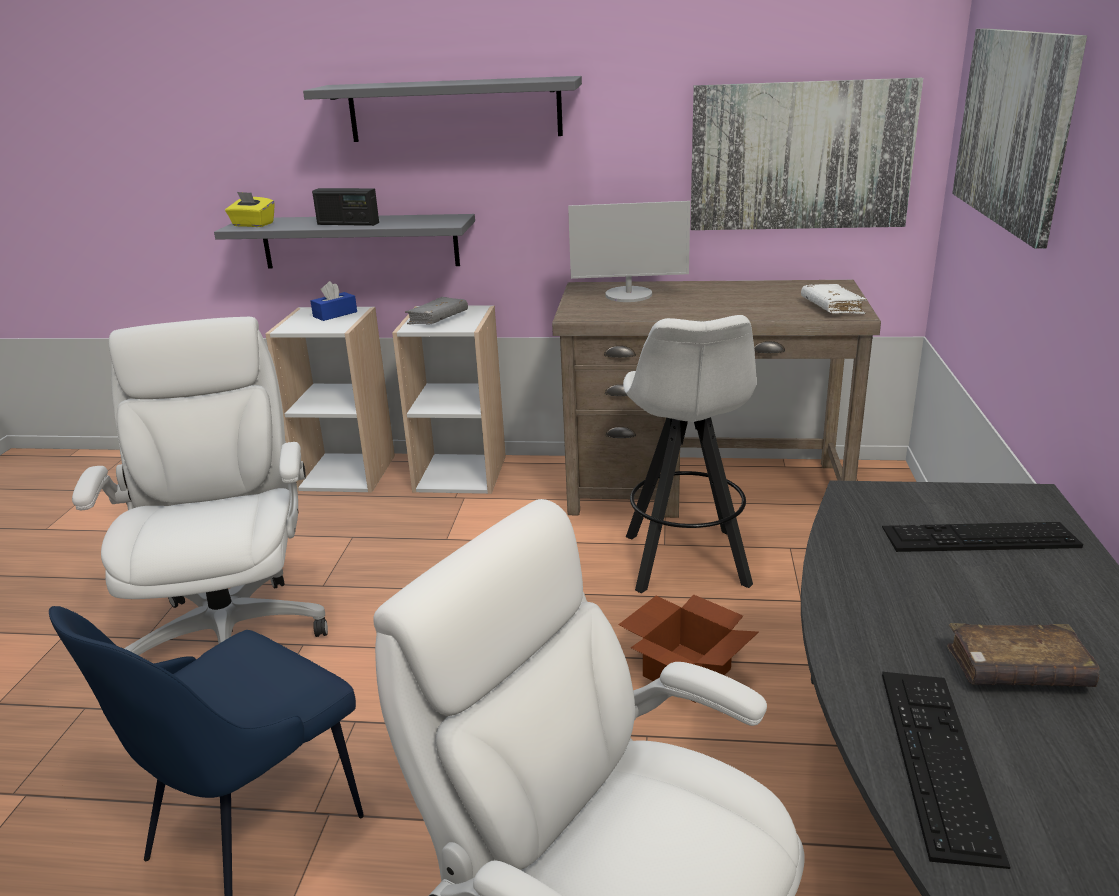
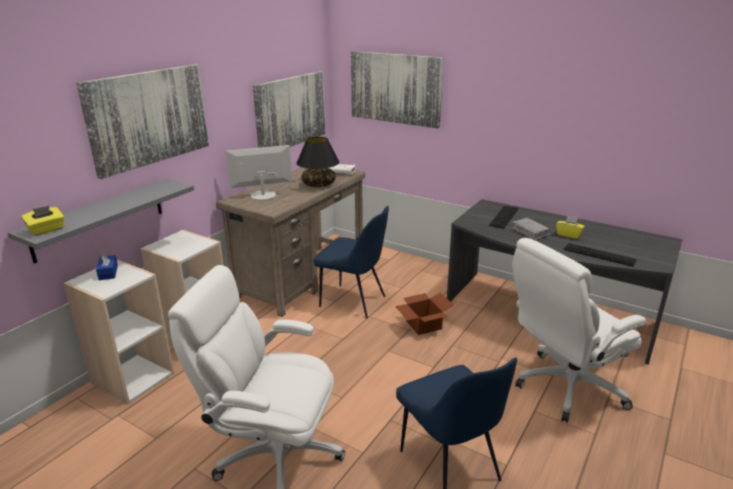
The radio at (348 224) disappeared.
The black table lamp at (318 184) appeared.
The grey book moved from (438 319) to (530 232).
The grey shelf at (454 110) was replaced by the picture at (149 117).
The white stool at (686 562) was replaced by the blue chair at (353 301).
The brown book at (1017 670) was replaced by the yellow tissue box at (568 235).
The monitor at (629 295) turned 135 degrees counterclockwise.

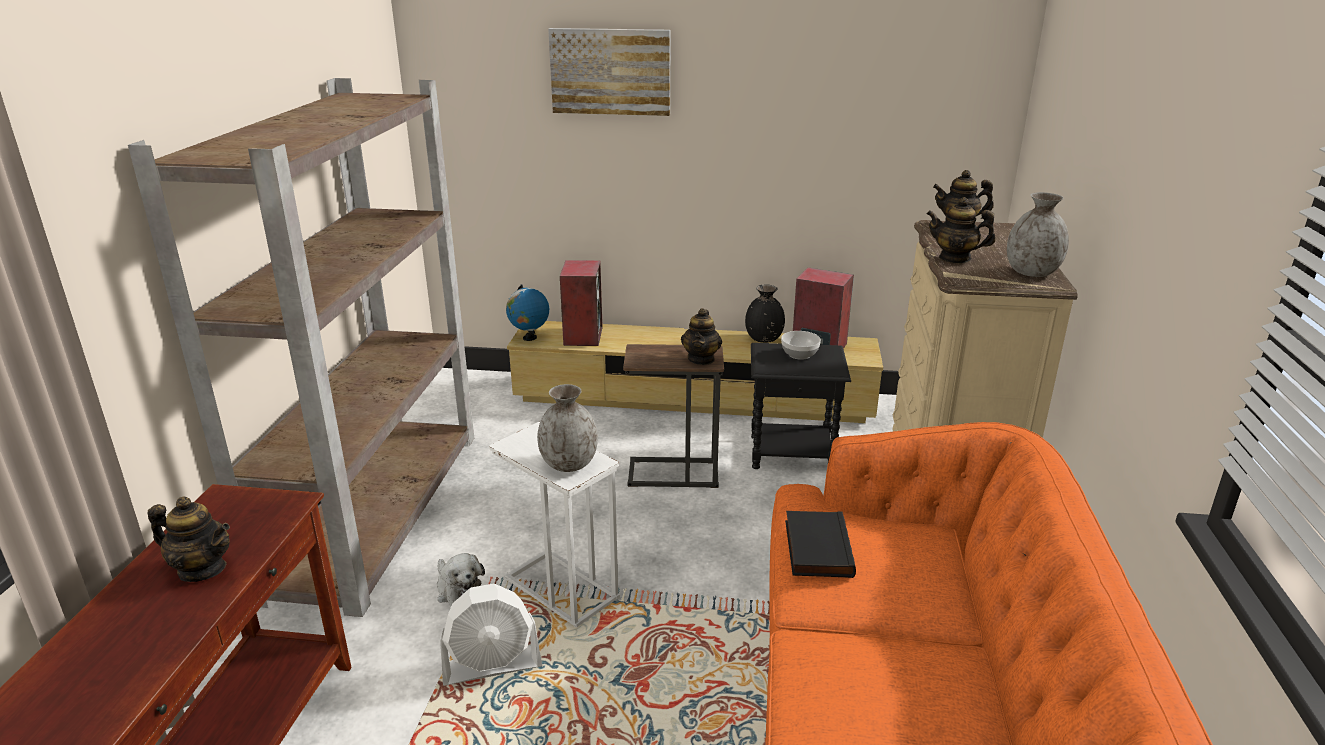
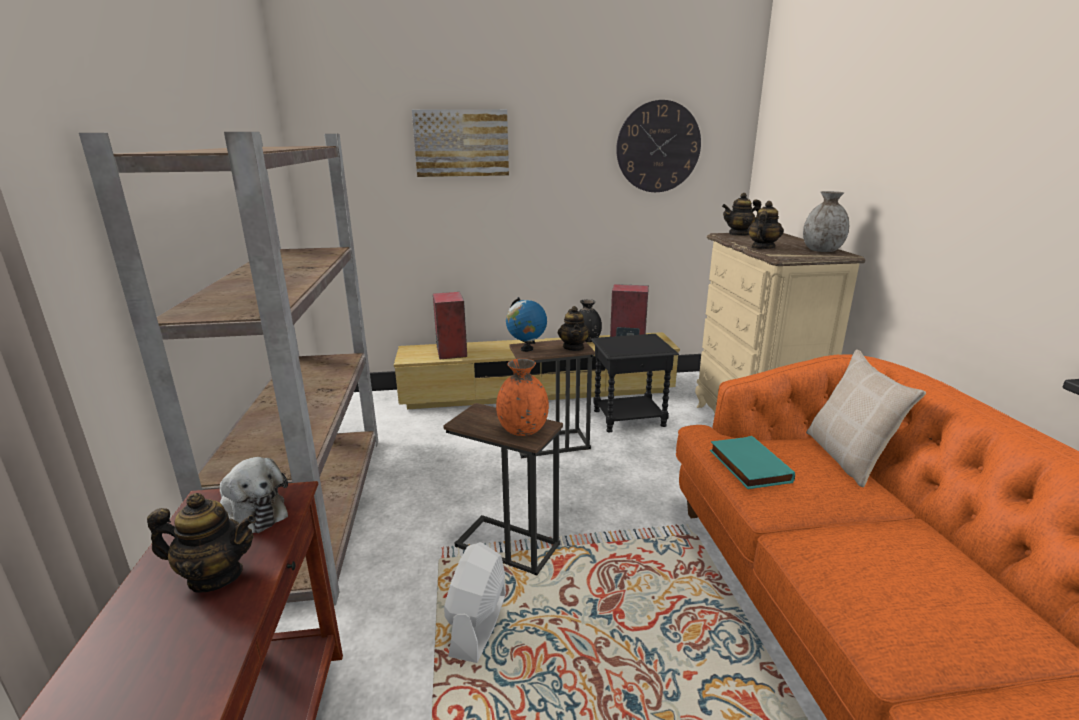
The bowl at (799 355) disappeared.
The wall clock at (658 147) appeared.
The beige pillow at (848 458) appeared.
The plush toy moved from (458 589) to (251 513).
The globe moved from (529 338) to (526 349).
The white side table at (562 588) became the brown side table at (508 545).
The grey vase at (568 464) became the orange vase at (522 430).
The black book at (815 548) became the turquoise book at (747 466).
The white fan at (492 666) turned 135 degrees clockwise.
The teapot at (955 258) turned 120 degrees clockwise.

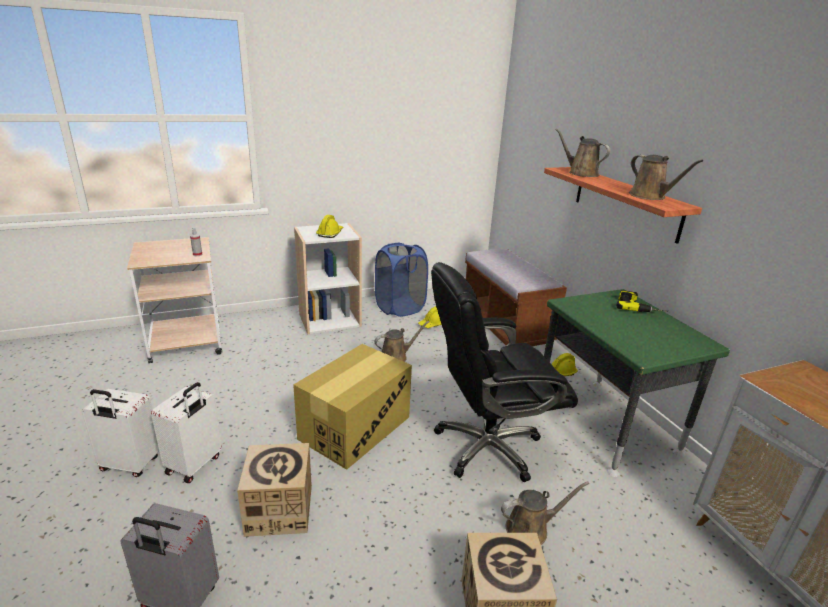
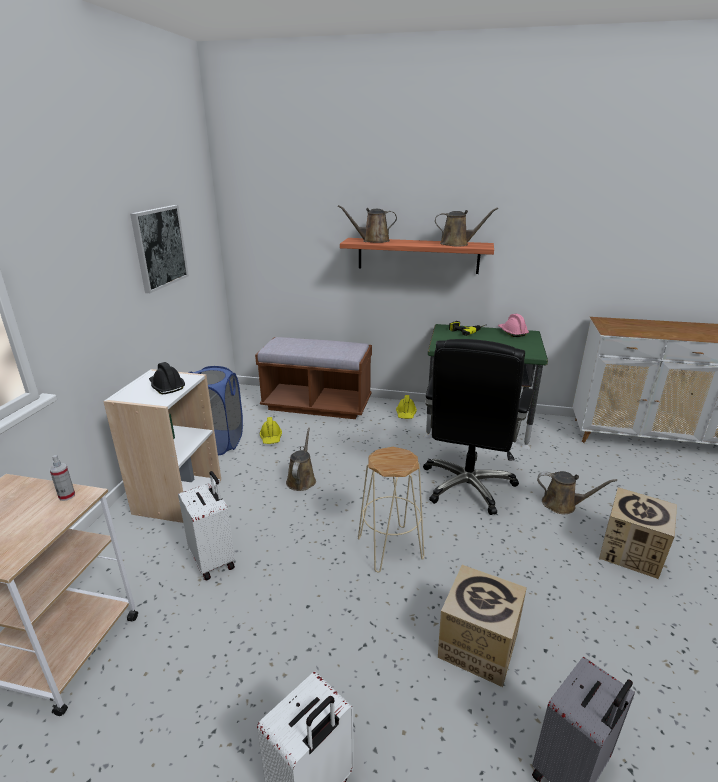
The picture at (159 247) appeared.
The pink hard hat at (512 332) appeared.
The white suitcase moved from (195 465) to (214 560).
The cardboard box at (355 427) was replaced by the beige stool at (390 548).
The yellow hard hat at (330 233) became the black hard hat at (166 386).
The brown watering can at (531 528) turned 90 degrees clockwise.

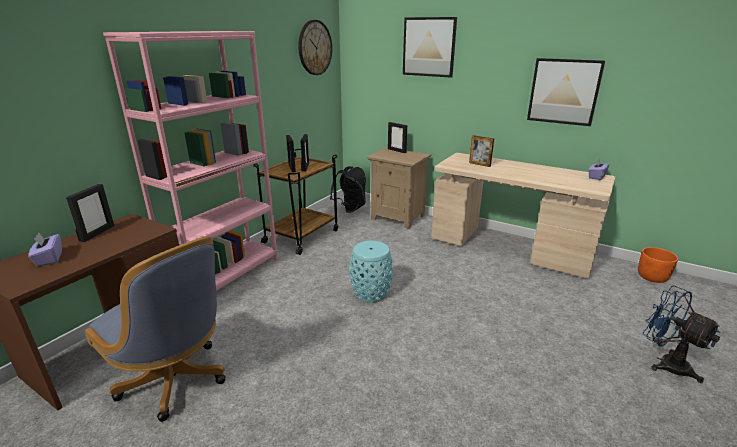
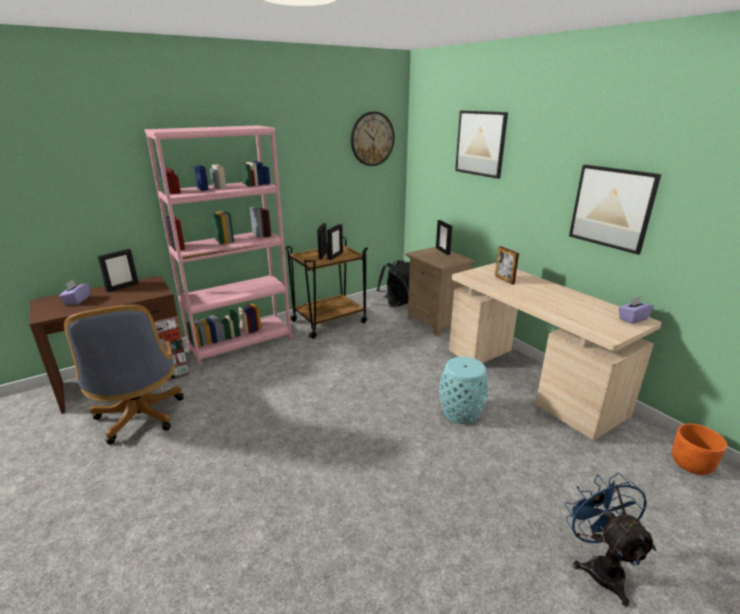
The turquoise stool moved from (370 293) to (460 413).

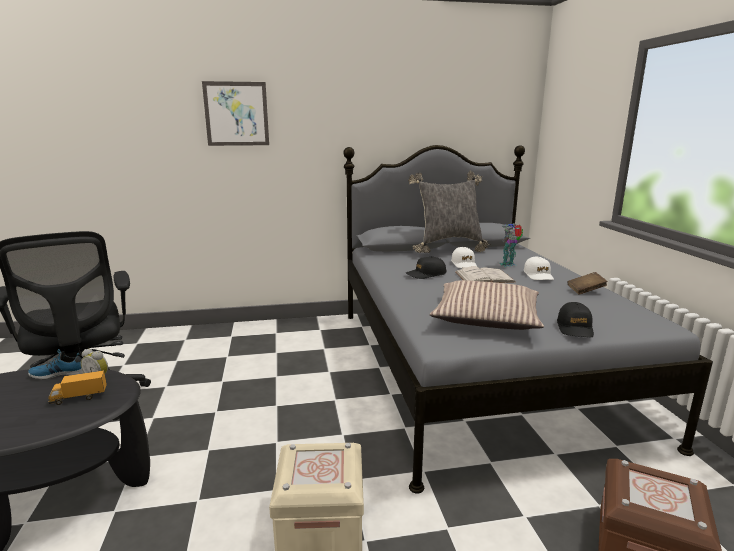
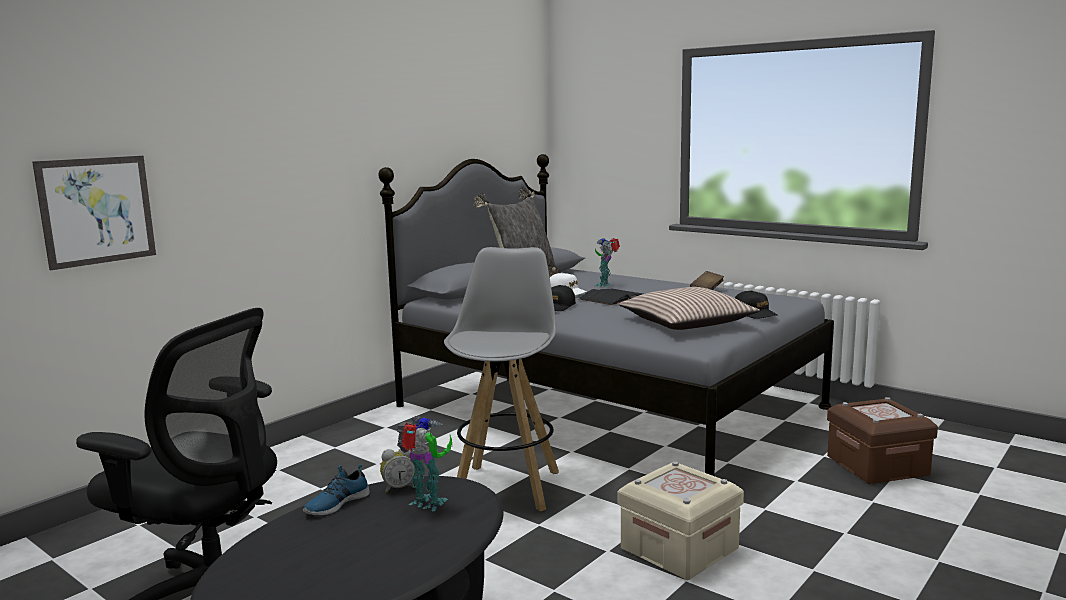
The white cap at (538 275) disappeared.
The grey stool at (508 486) appeared.
The picture moved from (236 114) to (97 210).
The toy truck at (79 398) was replaced by the toy robot at (427 504).
The white book at (484 277) became the black book at (612 297).

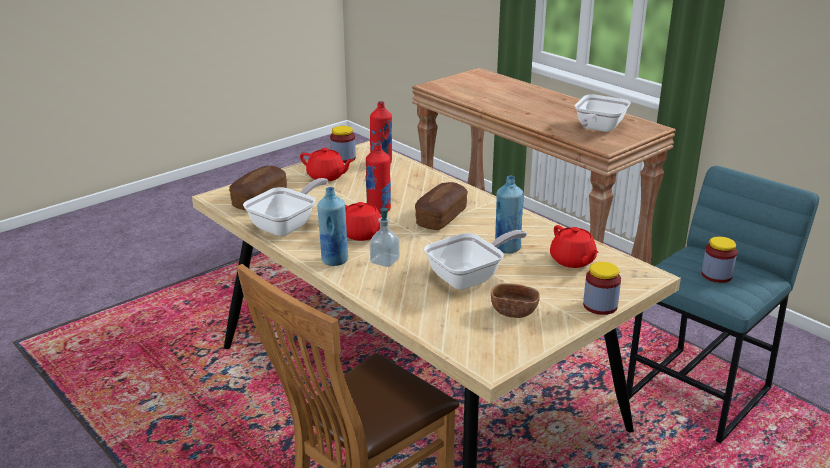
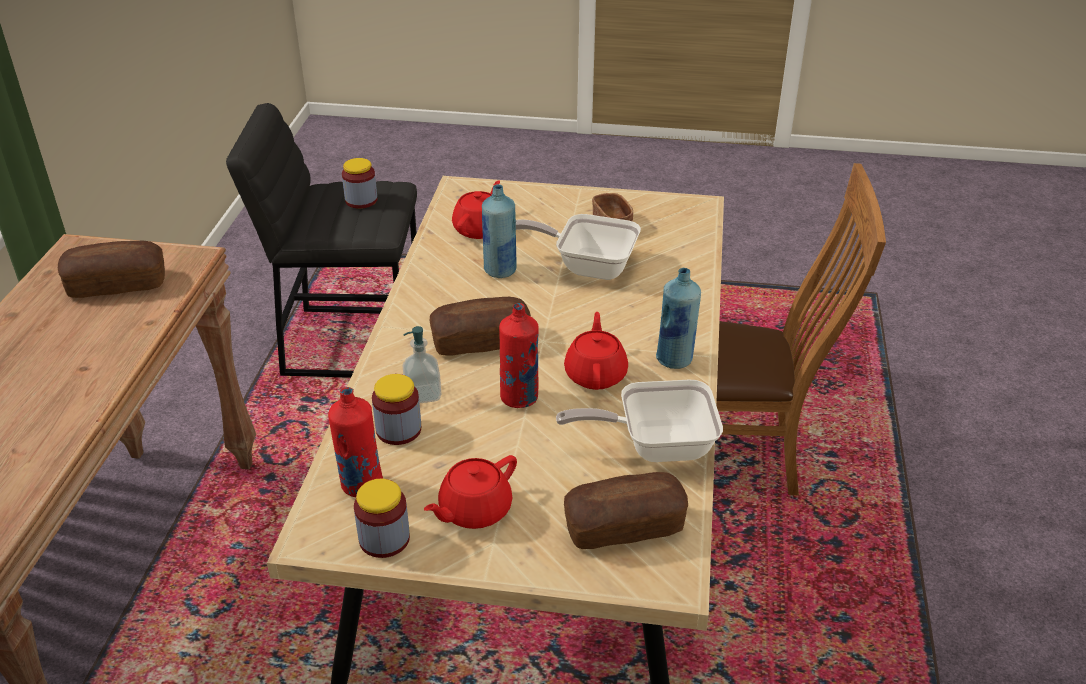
The soap dispenser moved from (384 261) to (423 394).
The jar moved from (600 306) to (398 430).
The frying pan at (597 129) was replaced by the bread at (117 284).
The blue stool at (699 392) became the black stool at (349 343).
The red teapot at (326 176) turned 120 degrees counterclockwise.

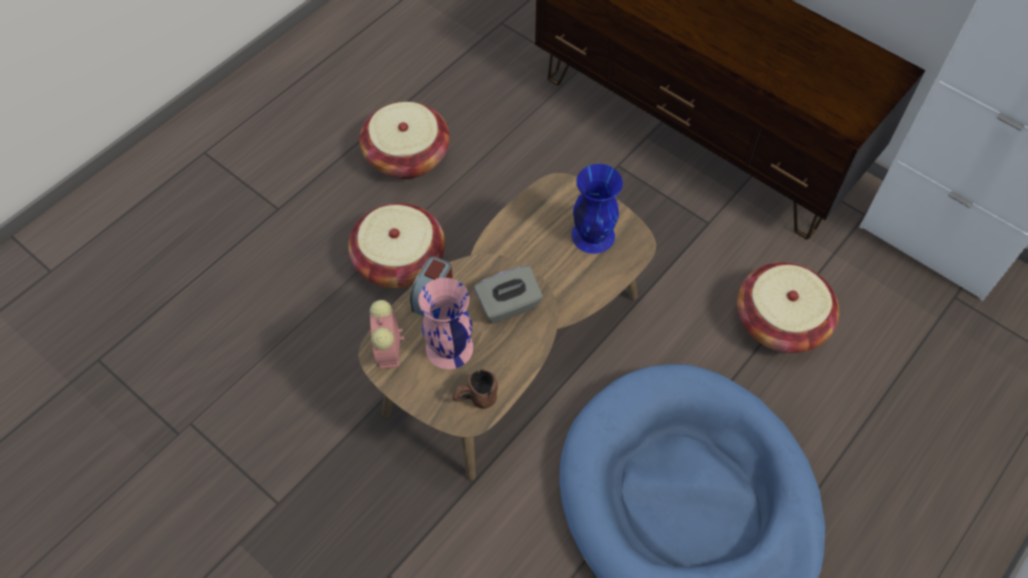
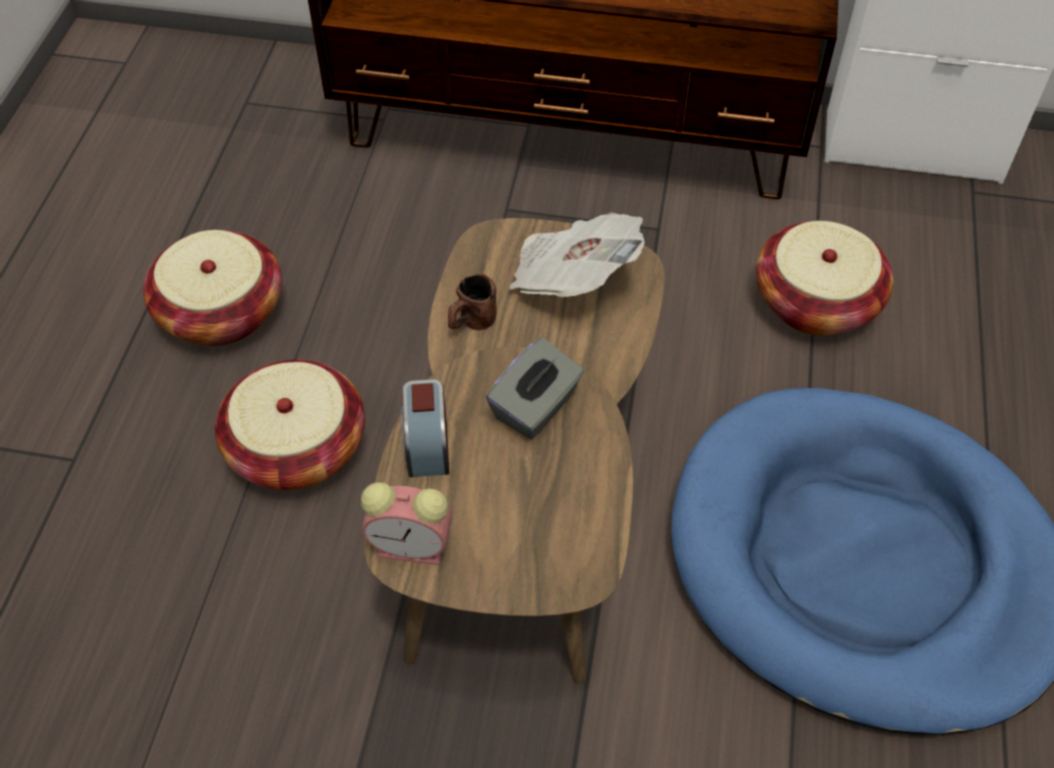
The pink vase at (448 348) disappeared.
The brown mug moved from (475 399) to (470 324).
The blue vase at (592 234) was replaced by the newspaper at (572 277).
The alarm clock at (389 352) turned 45 degrees counterclockwise.

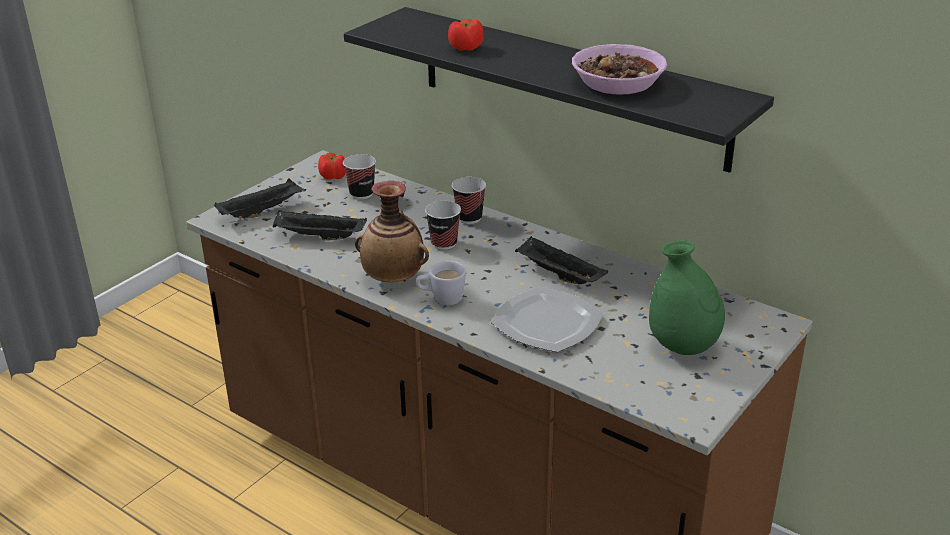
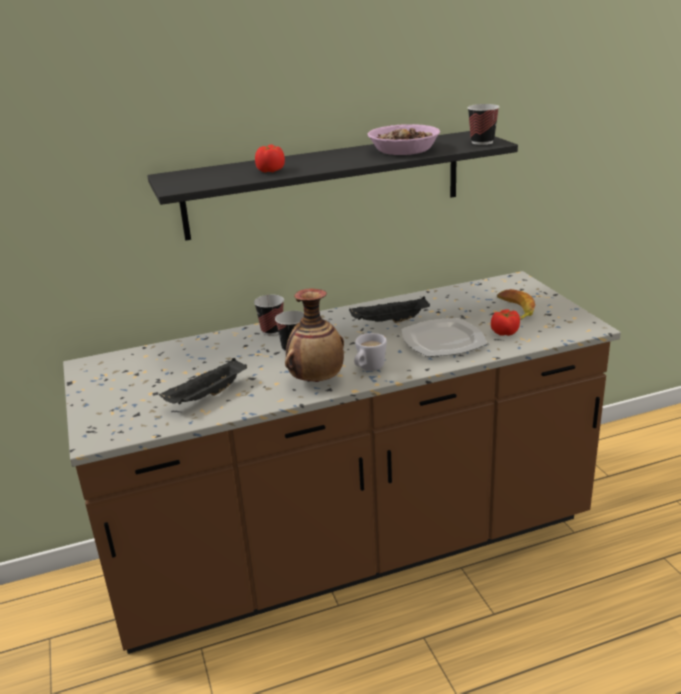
The black tray at (262 211) disappeared.
The tomato moved from (333 176) to (505 332).
The cup moved from (361 194) to (482 142).
The green vase at (683 347) was replaced by the banana at (515 309).

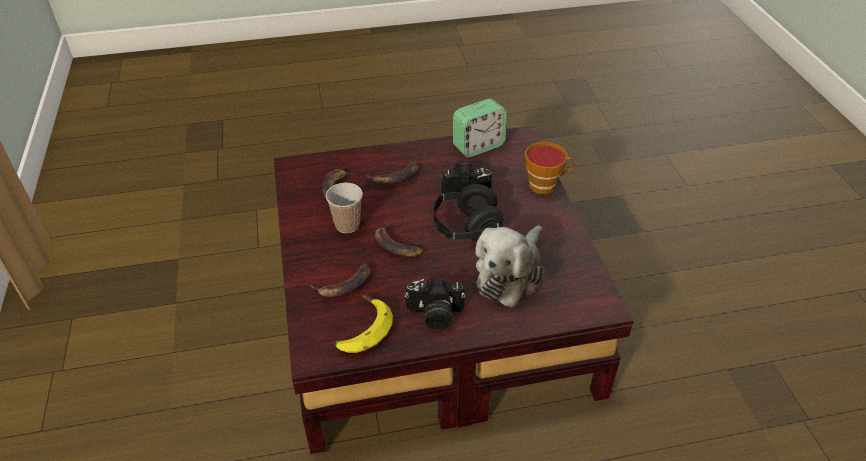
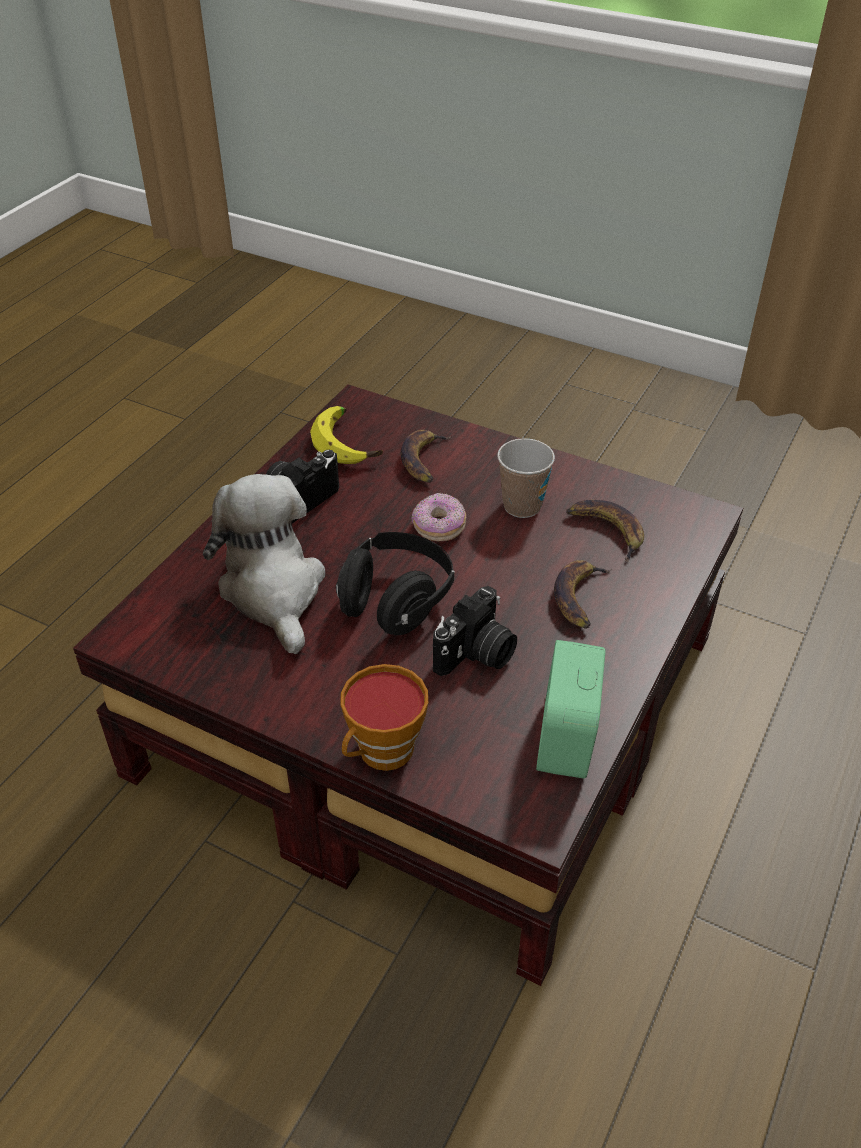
The banana at (397 245) was replaced by the donut at (438 527).

